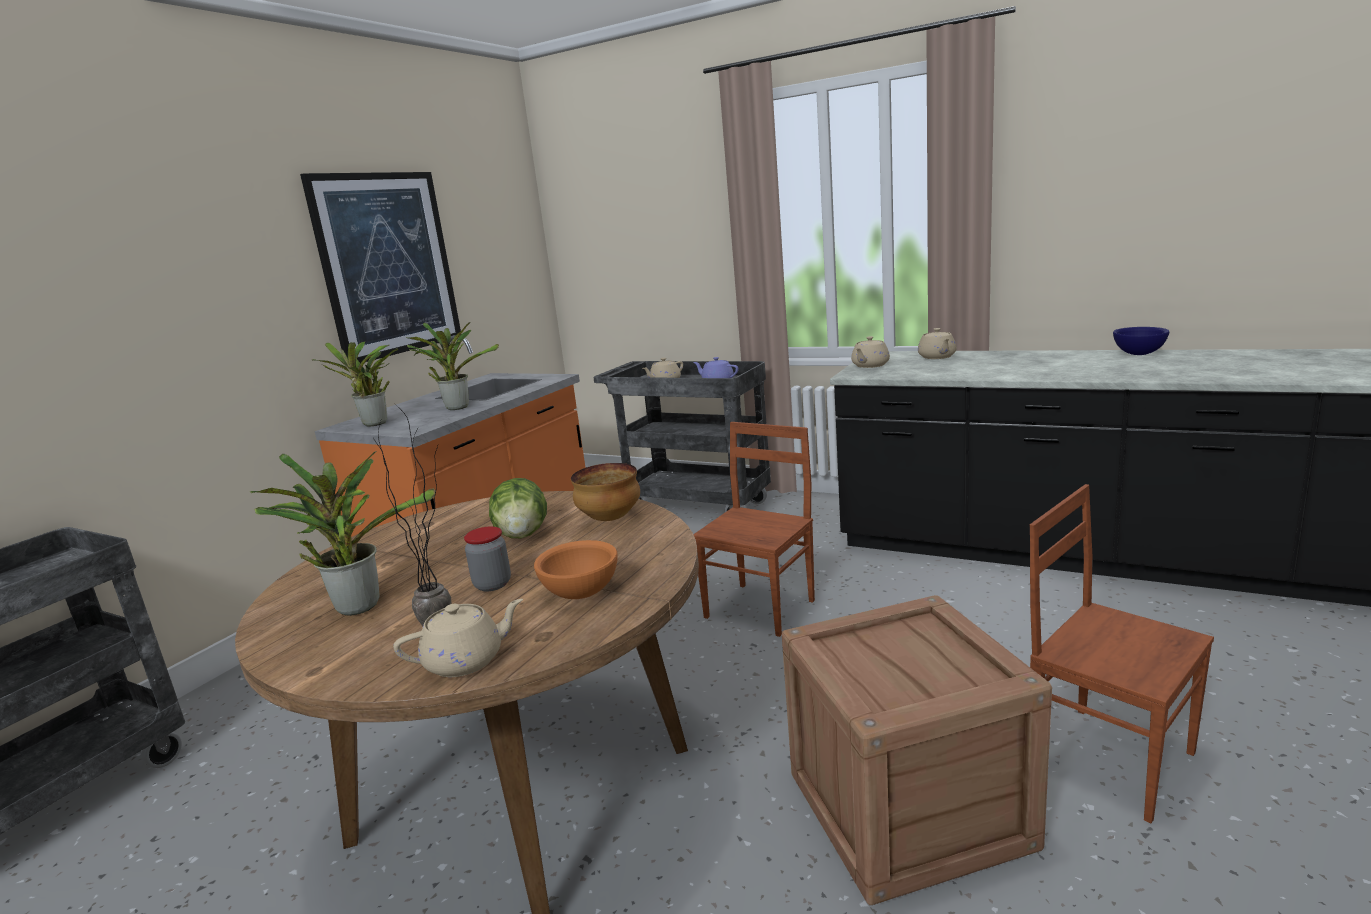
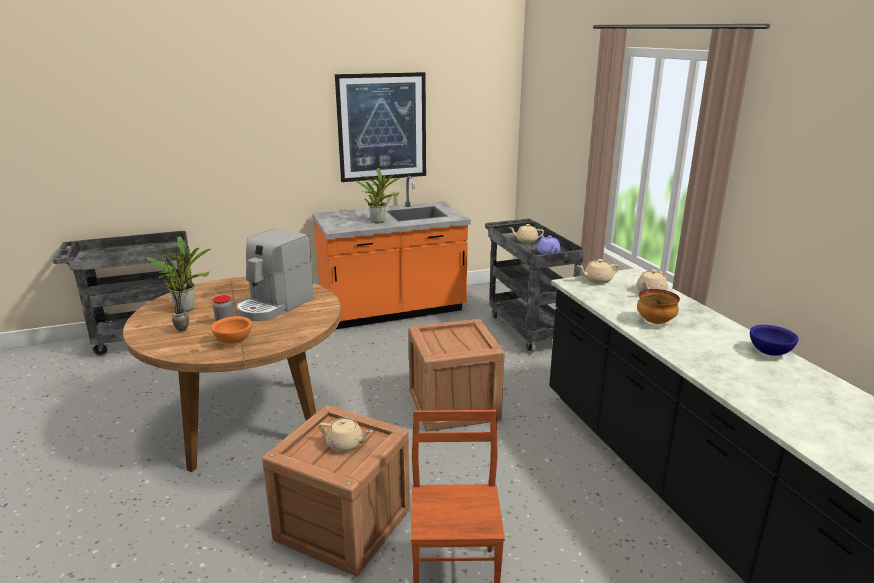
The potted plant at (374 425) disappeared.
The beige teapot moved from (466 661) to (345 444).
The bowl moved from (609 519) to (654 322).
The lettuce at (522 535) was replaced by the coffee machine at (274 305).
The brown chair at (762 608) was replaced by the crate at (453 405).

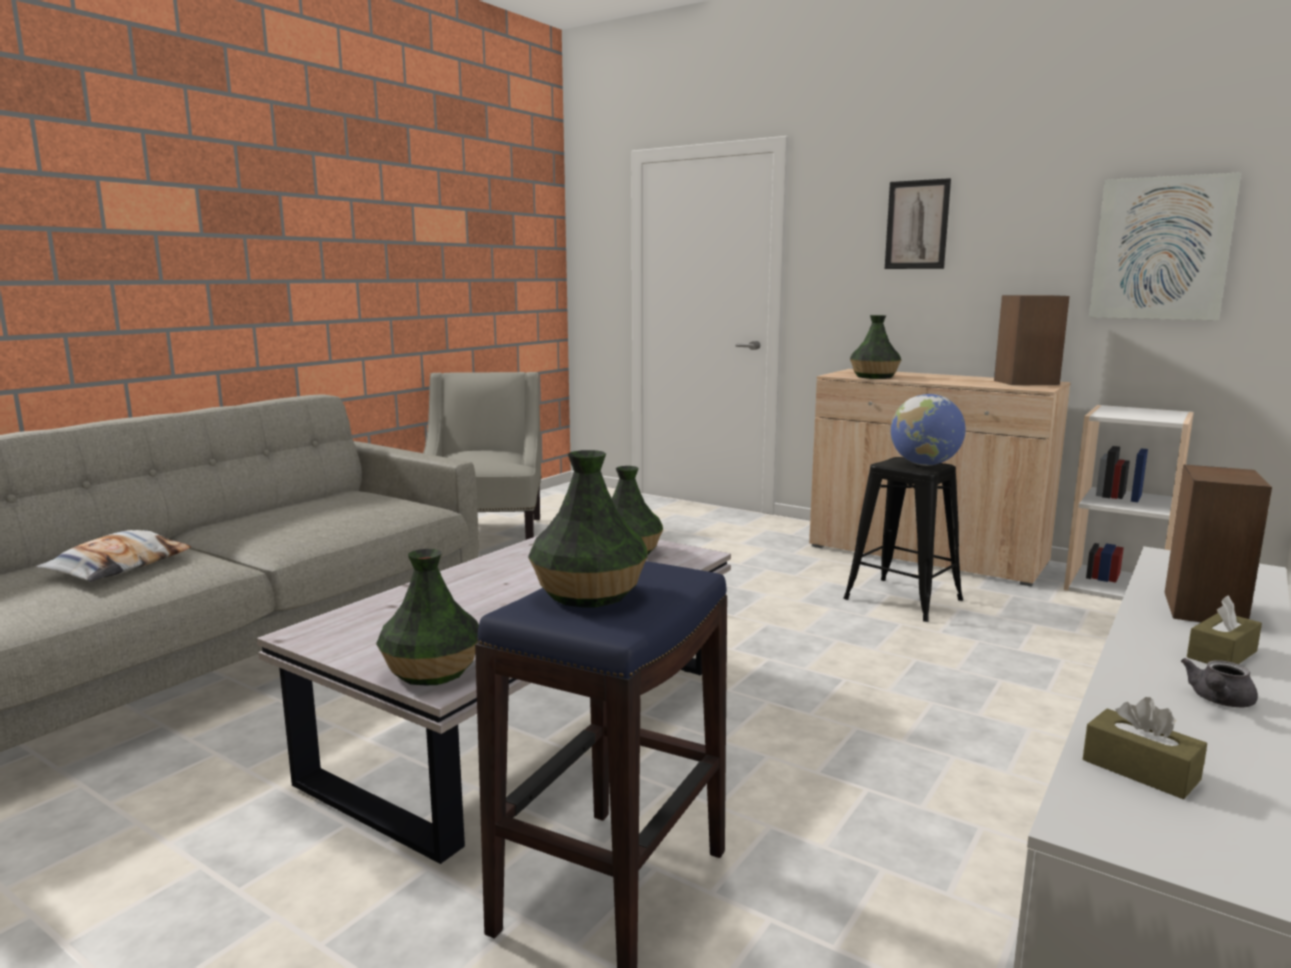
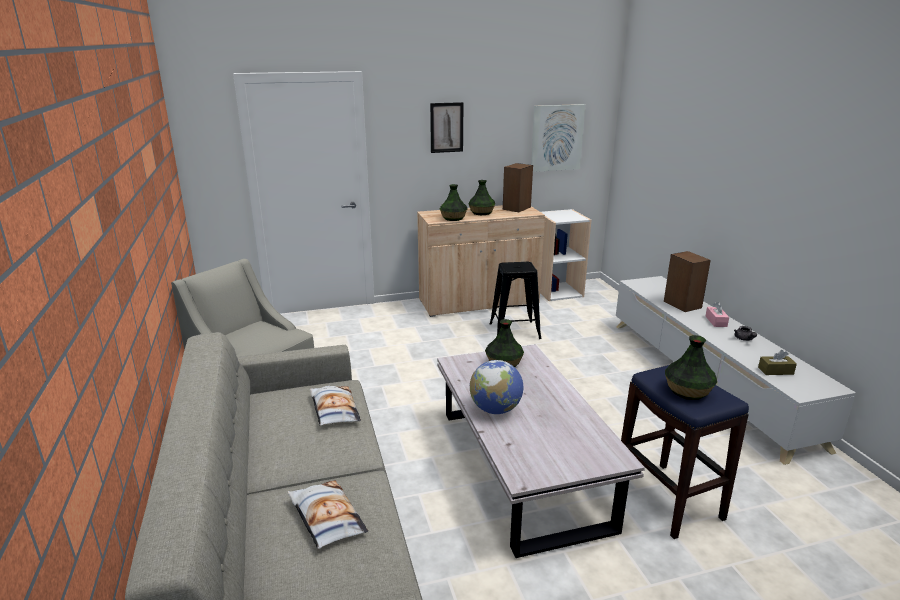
The pillow at (334 410) appeared.
The vase moved from (432 671) to (482 213).
The globe moved from (924 464) to (495 409).
The brown tissue box at (1222 654) became the pink tissue box at (716 321).

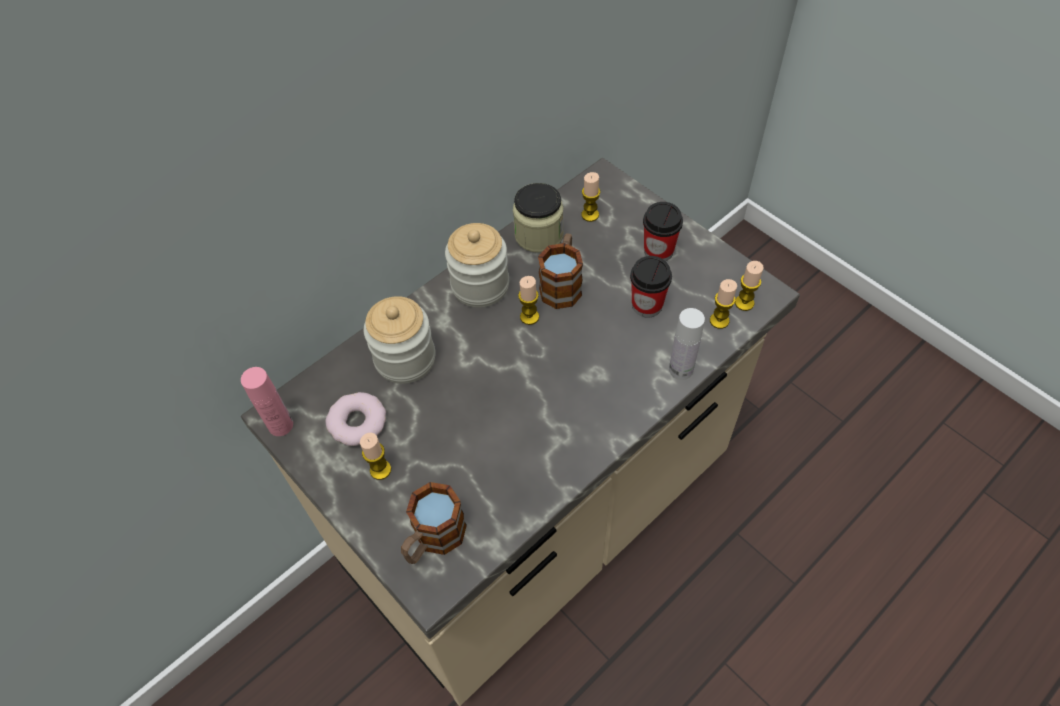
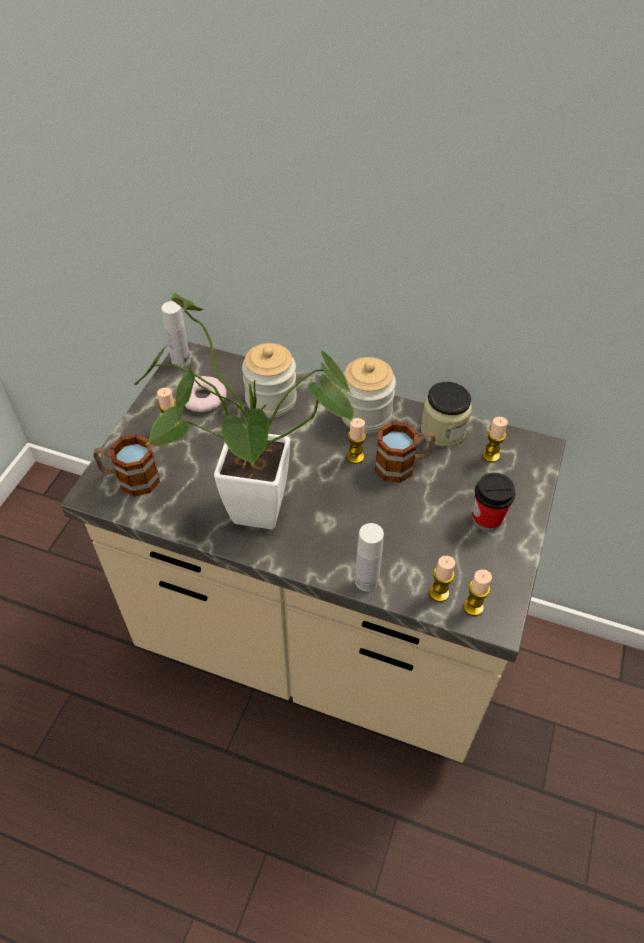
The cup at (647 305) disappeared.
The potted plant at (245 508) appeared.
The pink bottle at (280 425) became the white bottle at (181 361).

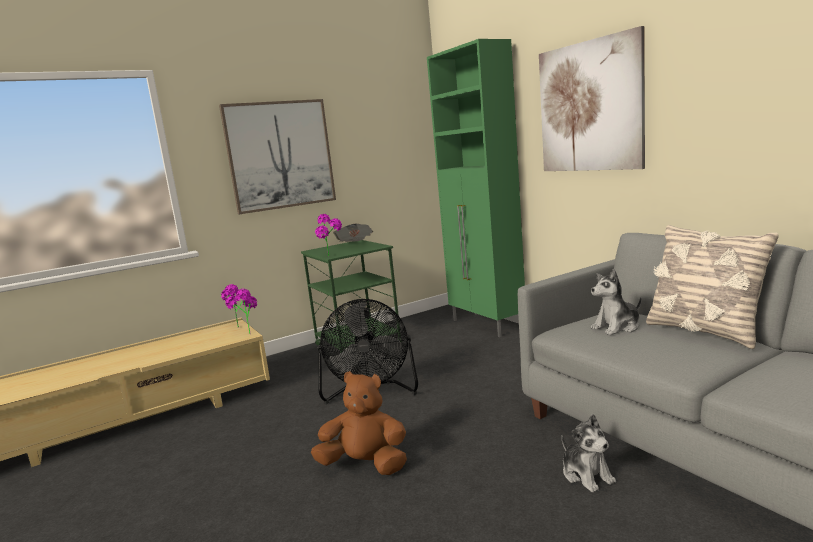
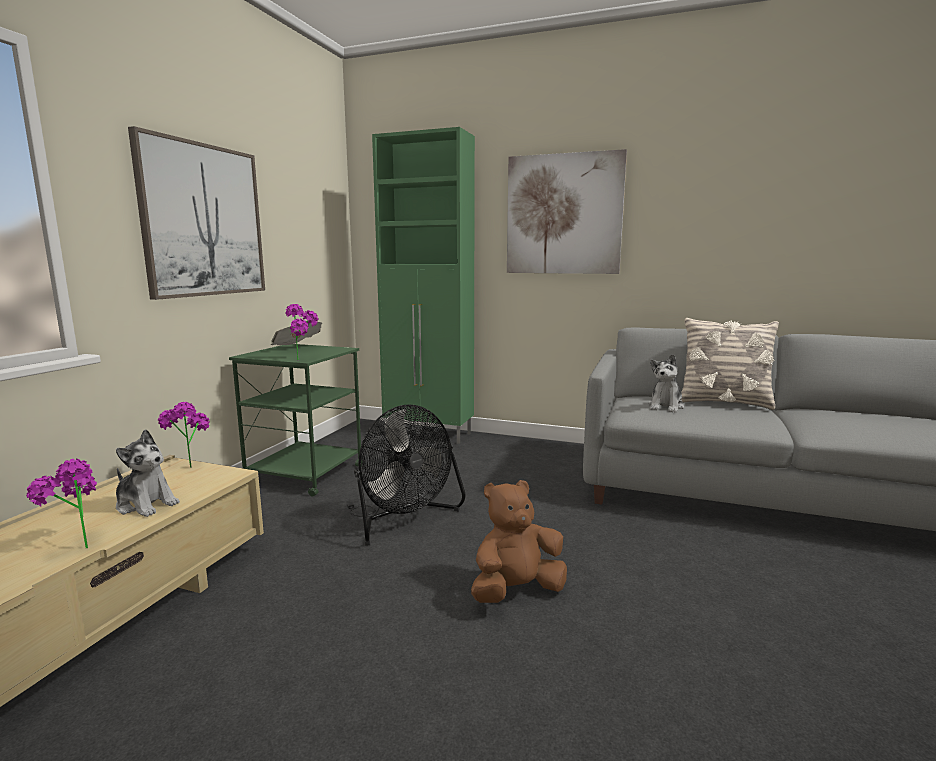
The potted plant moved from (247 333) to (75 547).
The plush toy moved from (586 475) to (146 504).

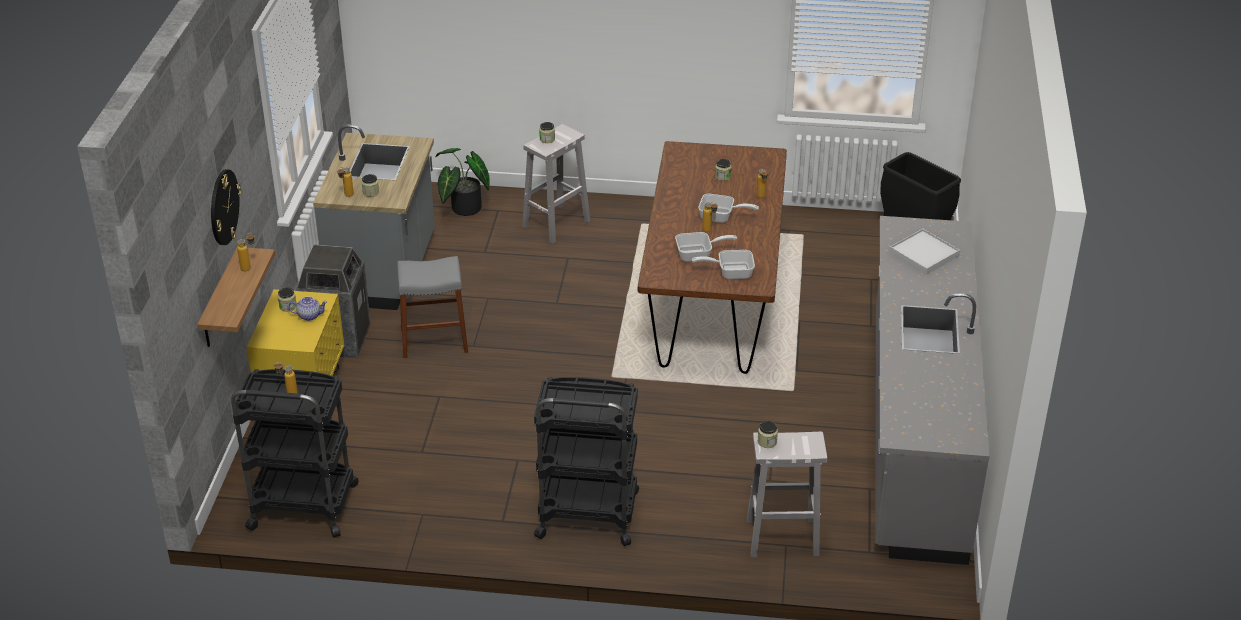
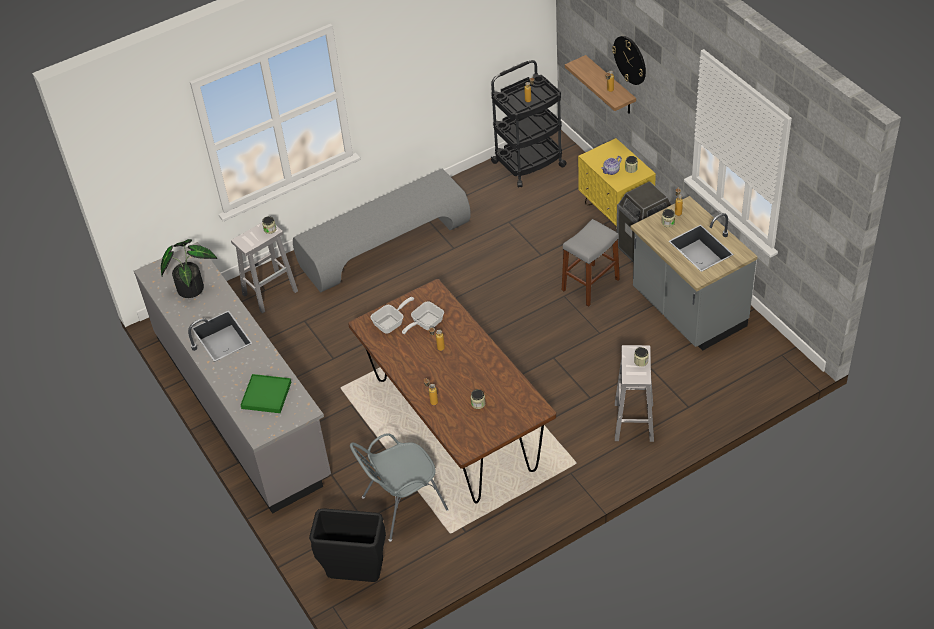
The frying pan at (721 217) disappeared.
The grey chair at (402 506) appeared.
The potted plant moved from (463 209) to (192 286).
The black cart at (588 514) was replaced by the grey bench at (384 244).
The white tray at (923 254) became the green tray at (266 395).

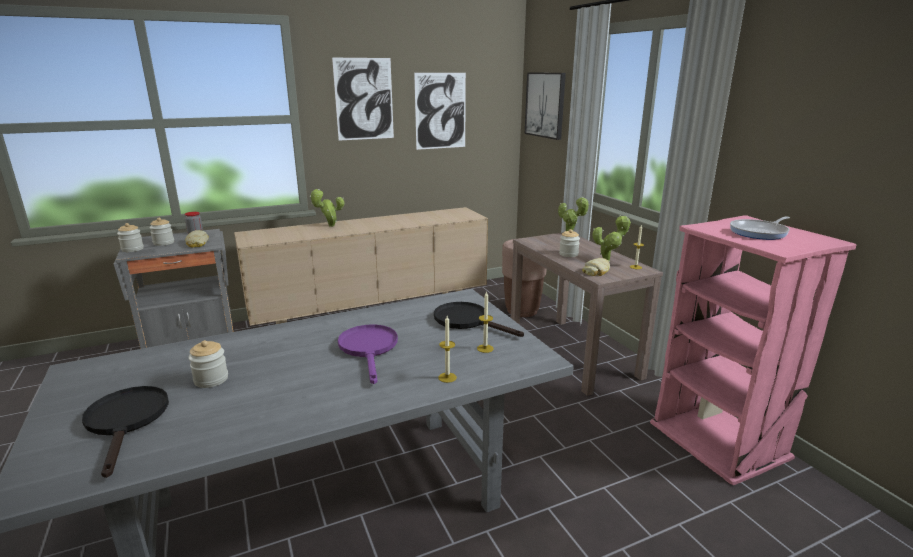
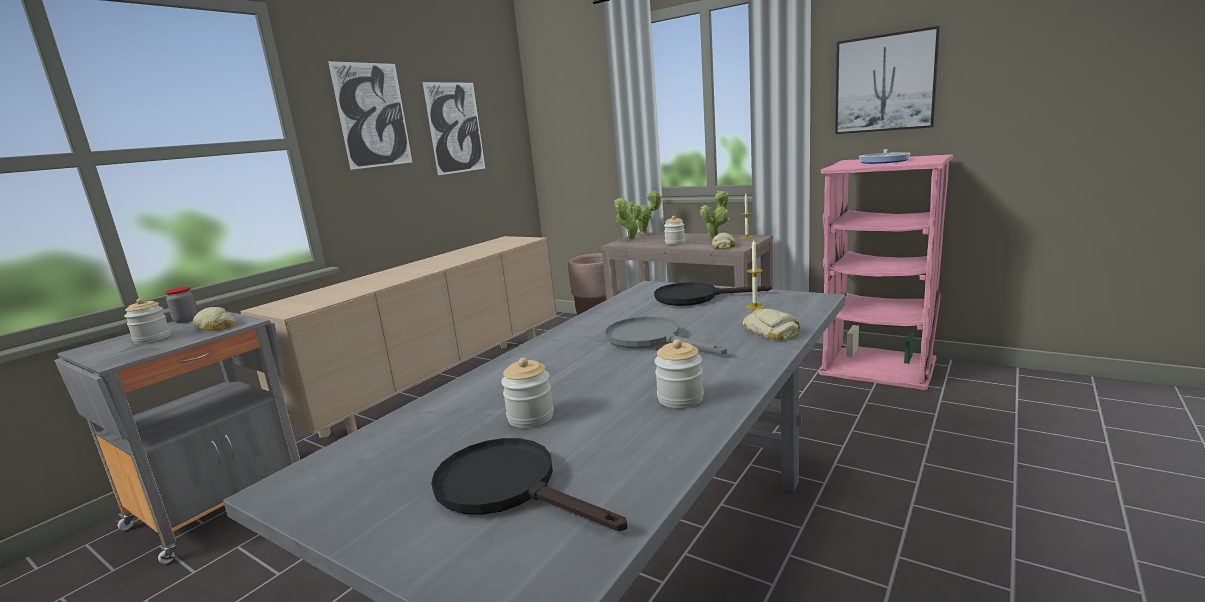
The jar moved from (132 249) to (680 398).
The potted plant moved from (329 226) to (629 240).
The picture moved from (545 105) to (885 83).
The candle at (447 377) was replaced by the bread at (771 331).
The purple frying pan at (369 349) became the grey frying pan at (651 339).

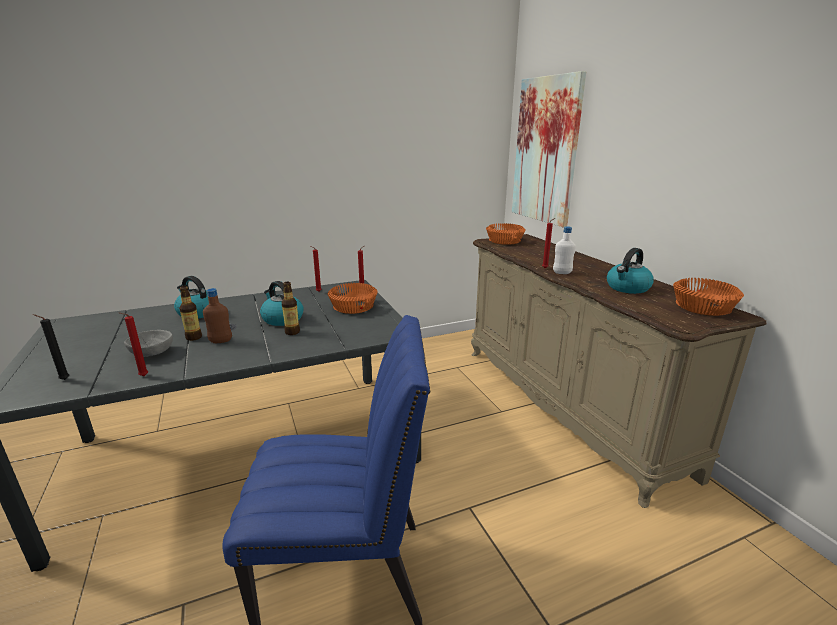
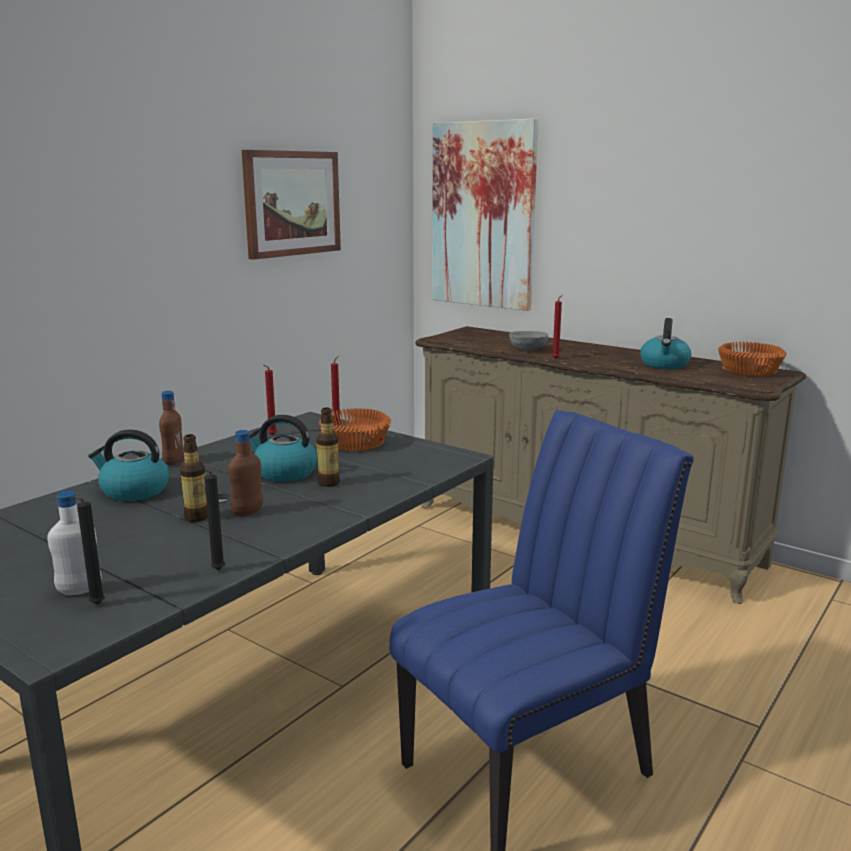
The orange bowl at (505 241) disappeared.
The brown bottle at (174 462) appeared.
The picture at (292 203) appeared.
The grey bowl moved from (152 353) to (528 349).
The white bottle moved from (562 273) to (79 590).
The red candle at (142 376) became the black candle at (217 571).

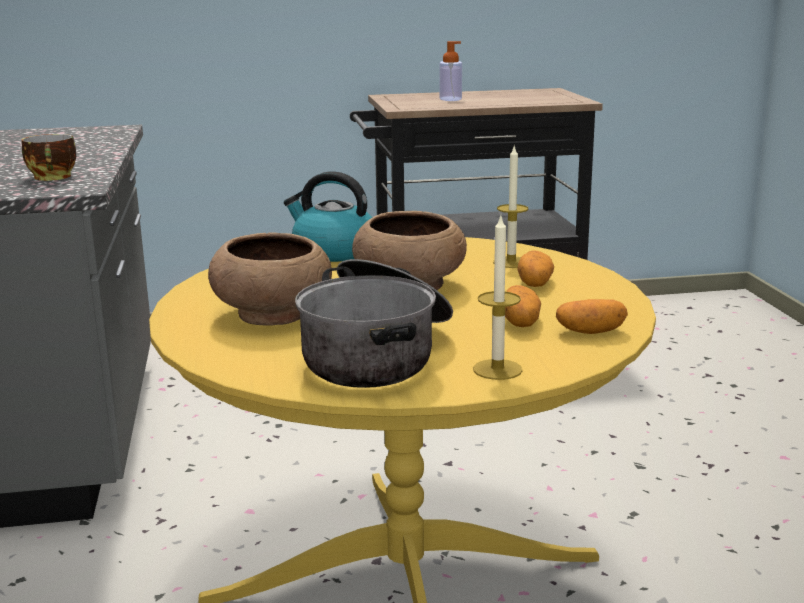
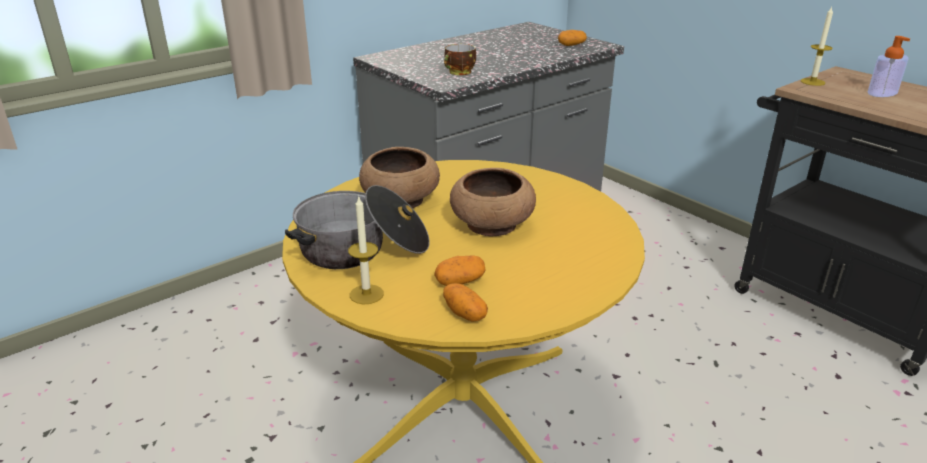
The kettle at (333 252) disappeared.
The candle moved from (511 262) to (812 82).
The potato moved from (534 283) to (571 45).

